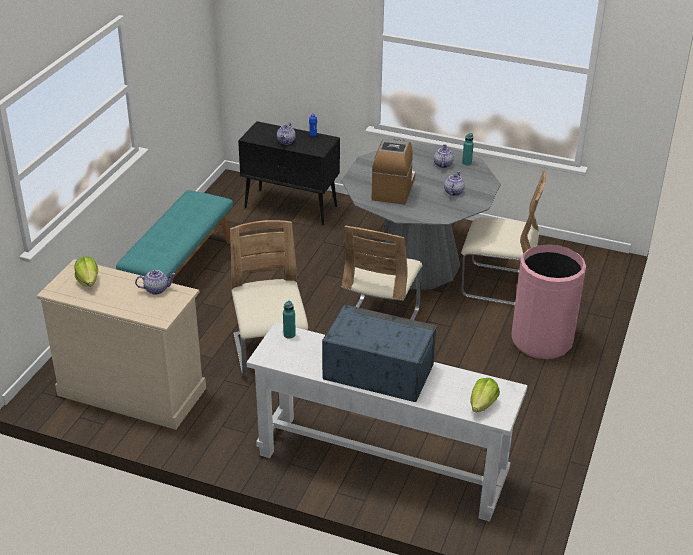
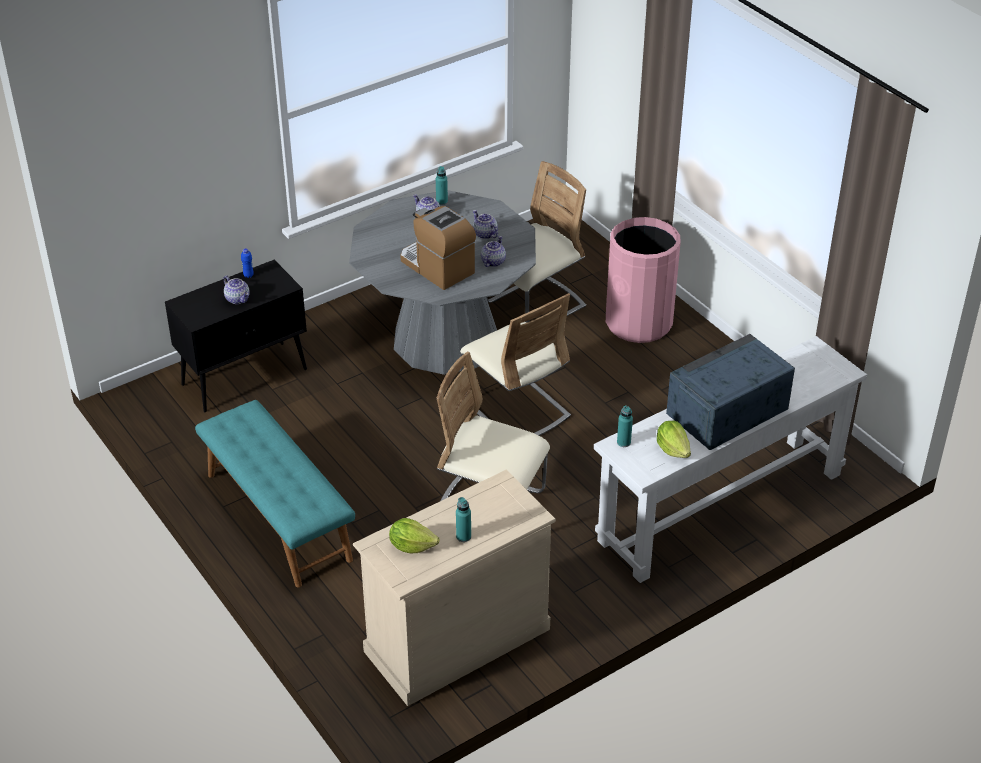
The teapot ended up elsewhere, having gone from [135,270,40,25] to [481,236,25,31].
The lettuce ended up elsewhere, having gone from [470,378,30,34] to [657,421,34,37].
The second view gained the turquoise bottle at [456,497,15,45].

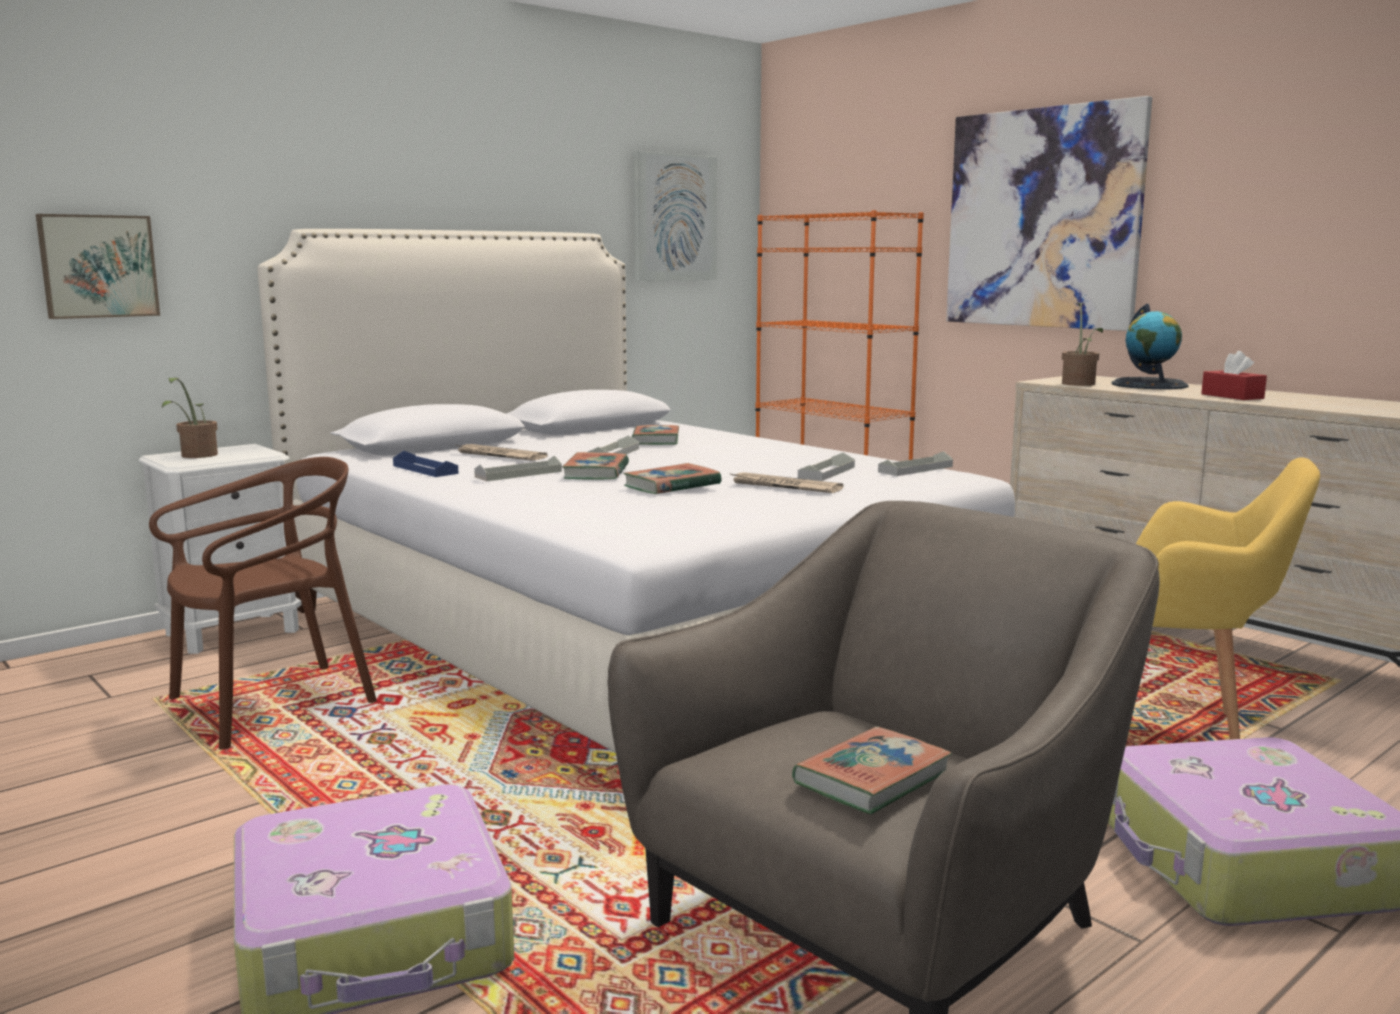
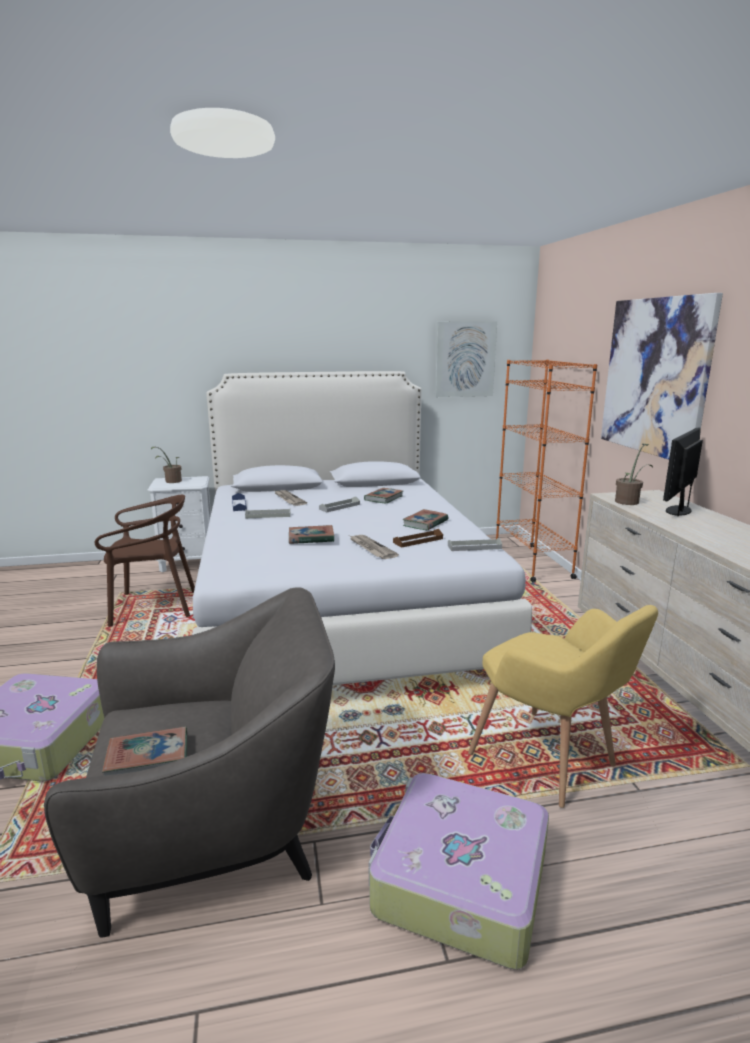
The second view lost the picture at [36,214,124,105].
The book ended up elsewhere, having gone from [562,452,67,28] to [403,509,46,21].
What was the grey tray at [798,453,57,28] turned into the brown tray at [393,529,50,19].
Where the globe stood at [1112,304,77,85], the monitor came to stand at [663,427,40,89].
The second view lost the red tissue box at [1201,351,66,49].

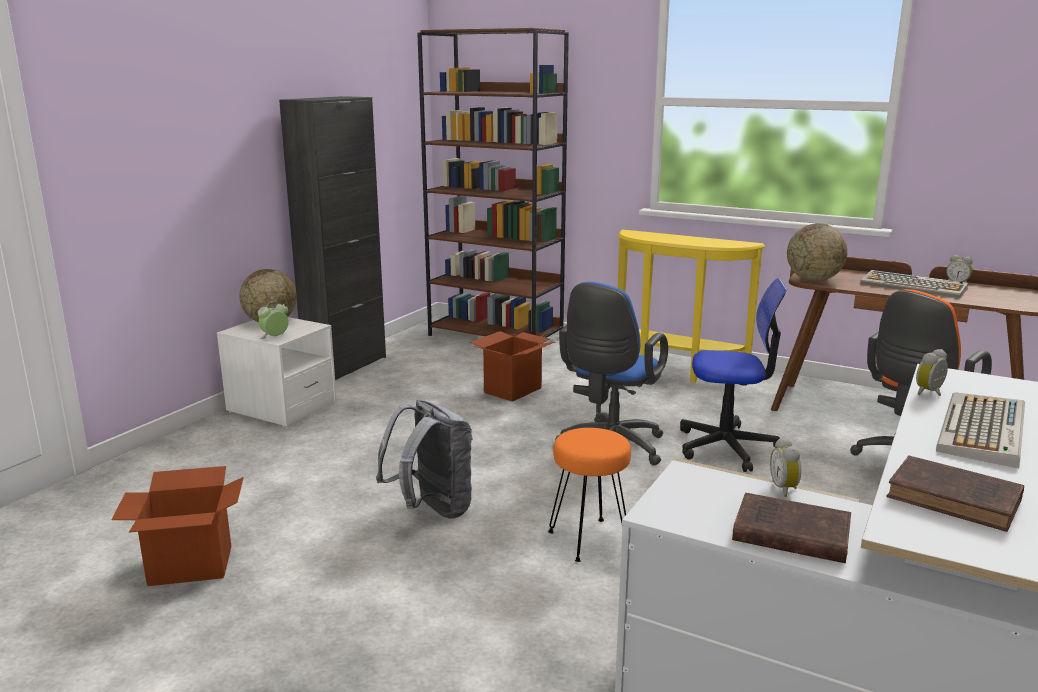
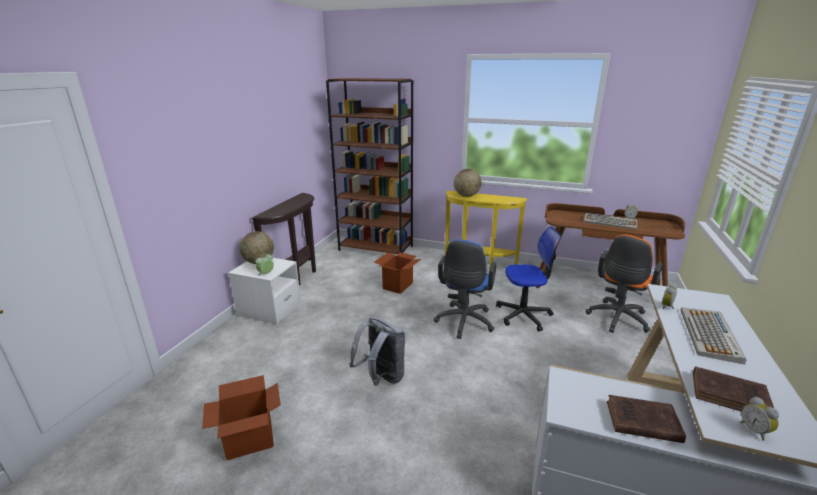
Where the black cabinet stood at [279,96,107,284], the brown console table came to stand at [252,193,64,92].
The second view lost the orange stool at [548,428,83,134].
The alarm clock ended up elsewhere, having gone from [770,437,31,60] to [741,396,38,45].
The globe ended up elsewhere, having gone from [787,223,61,58] to [454,169,28,28].

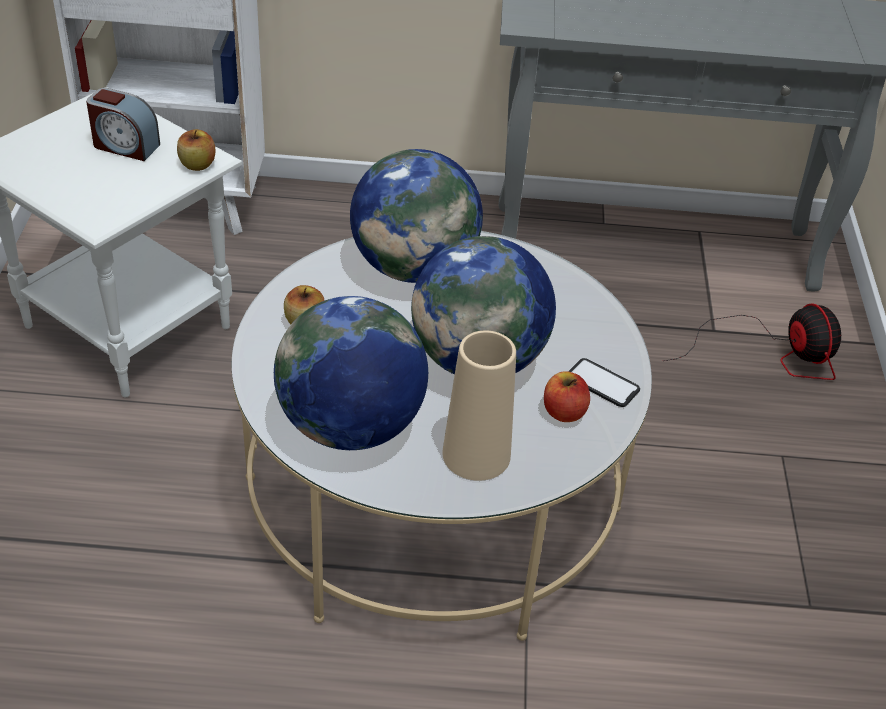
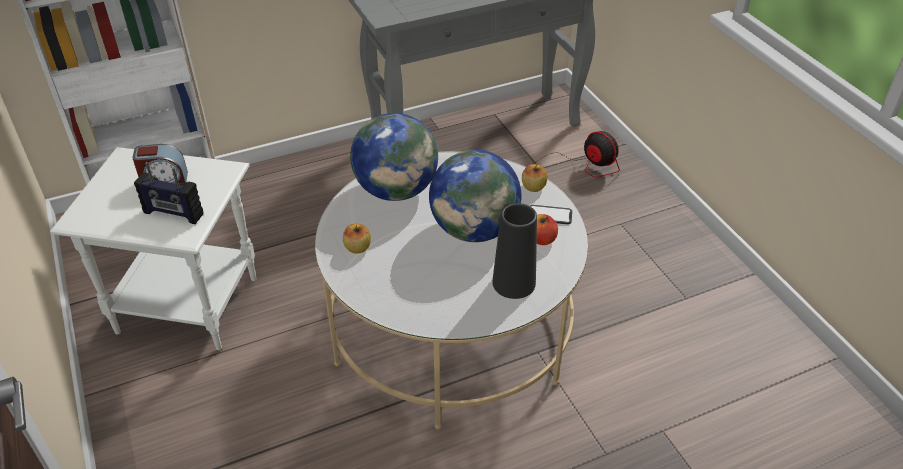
The apple ended up elsewhere, having gone from [177,129,38,42] to [522,164,25,28].
The second view lost the globe at [274,296,154,154].
What was the beige vase at [442,330,74,151] turned into the black vase at [492,203,45,96].
The second view gained the radio at [134,162,70,62].

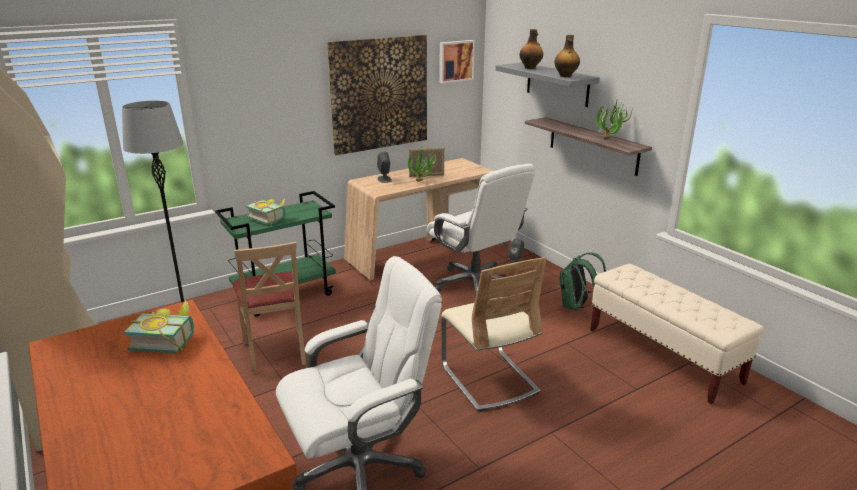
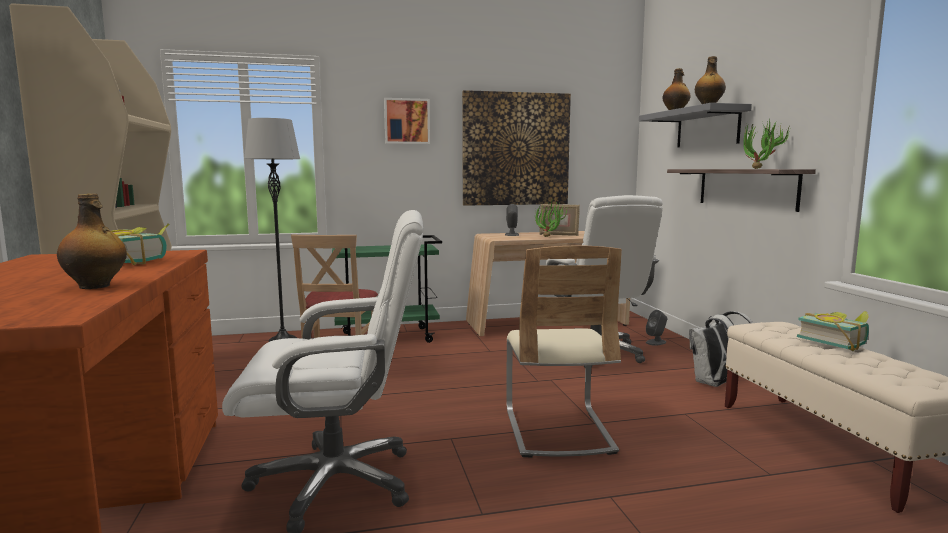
The book ended up elsewhere, having gone from [246,199,40,26] to [797,311,72,40].
The picture ended up elsewhere, having gone from [439,40,36,43] to [384,98,46,46].
What was the green backpack at [560,253,46,58] turned into the white backpack at [689,311,64,76].
The second view gained the bottle at [57,194,70,95].

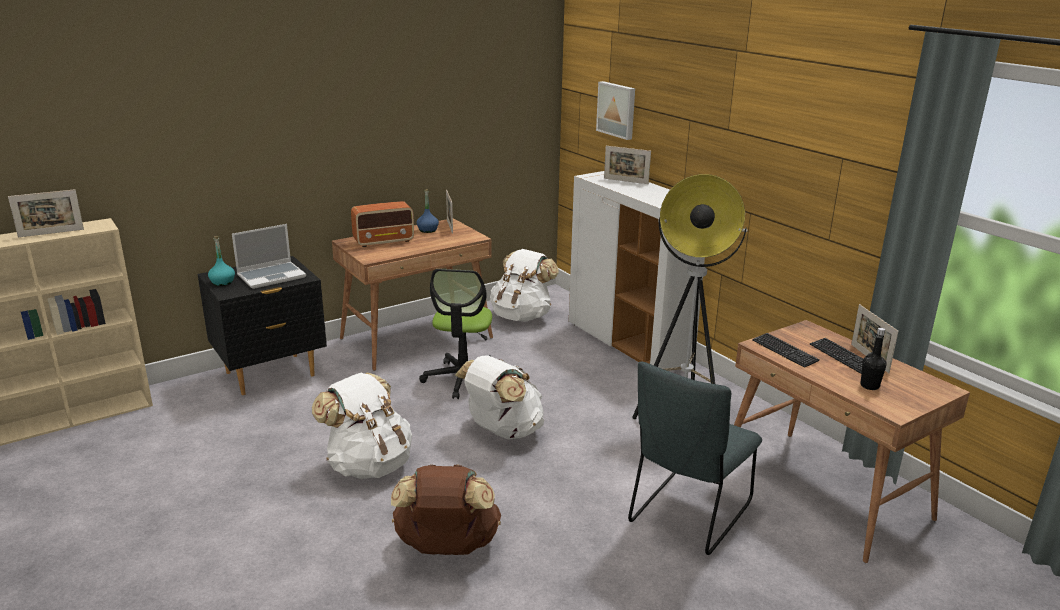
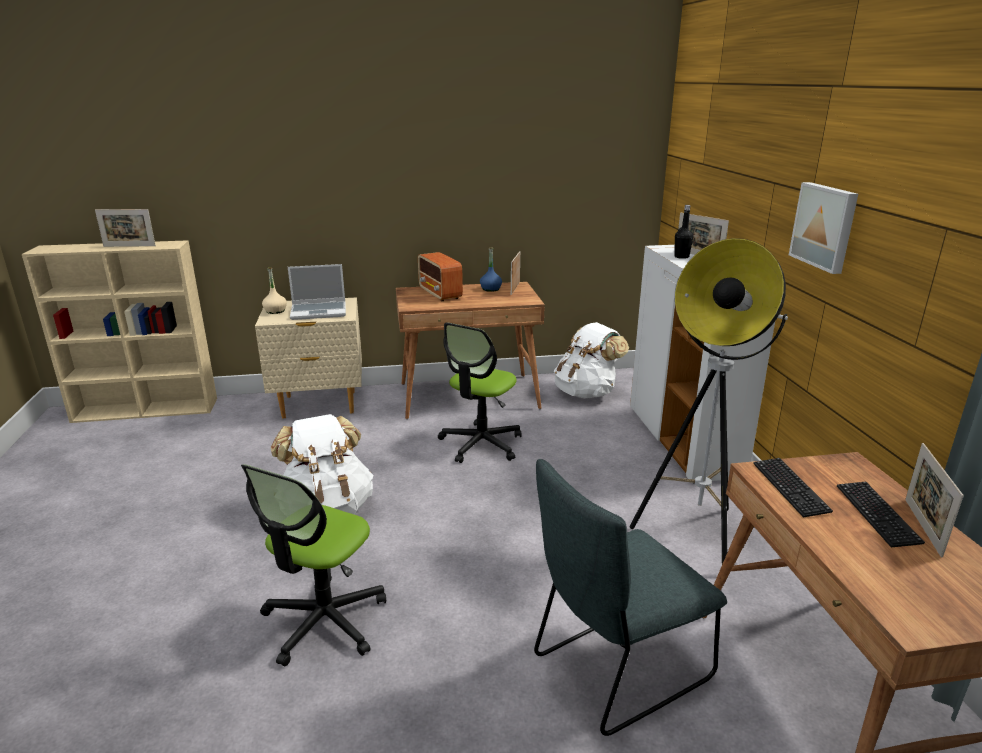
What was the black nightstand at [198,256,129,139] turned into the beige nightstand at [255,297,107,122].
What was the turquoise bottle at [208,236,27,50] turned into the beige bottle at [262,267,25,47].
The radio at [351,201,63,46] ended up facing another way, 60 degrees clockwise from before.
Where the brown backpack stood at [391,464,110,91], the office chair came to stand at [241,464,145,203].
The second view lost the white backpack at [455,355,89,84].
The picture ended up elsewhere, having gone from [596,81,39,59] to [789,182,69,92].
The black bottle ended up elsewhere, having gone from [860,328,27,62] to [674,205,19,54].

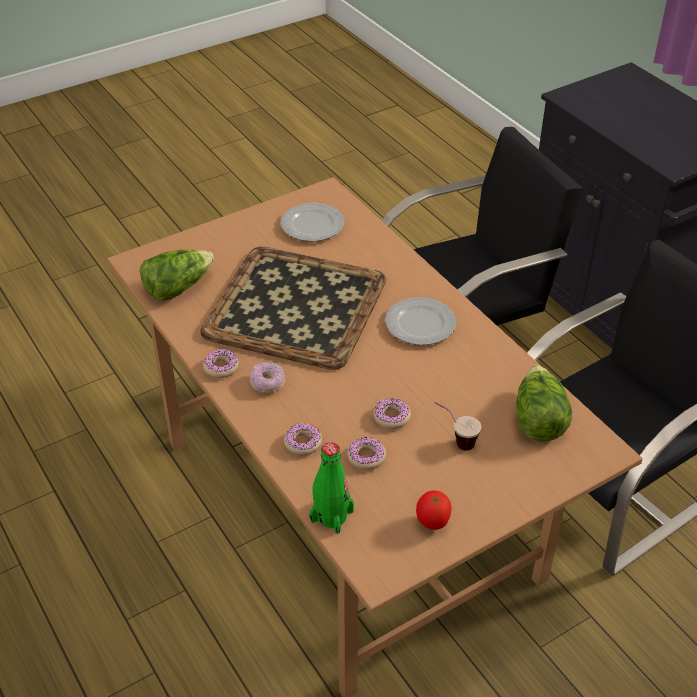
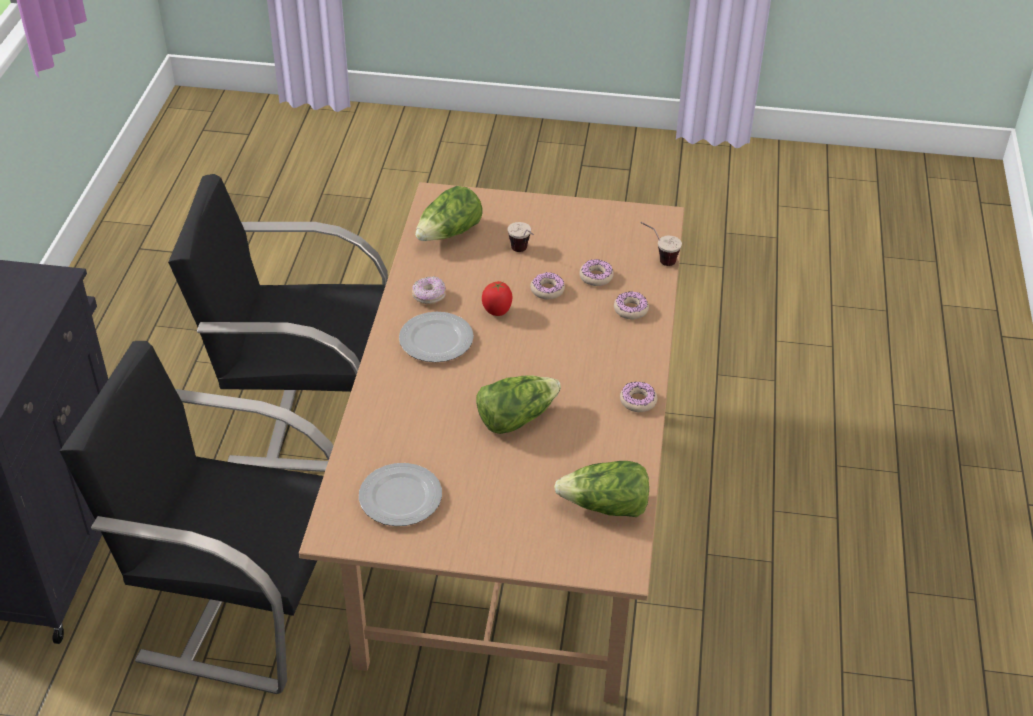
Where the tray stood at [200,247,186,123], the lettuce came to stand at [476,375,85,59].
The donut ended up elsewhere, having gone from [250,362,35,31] to [412,276,34,28].
Where the green bottle stood at [309,442,45,92], the cup came to stand at [641,222,41,44].
The tomato ended up elsewhere, having gone from [416,491,35,39] to [482,281,31,35].

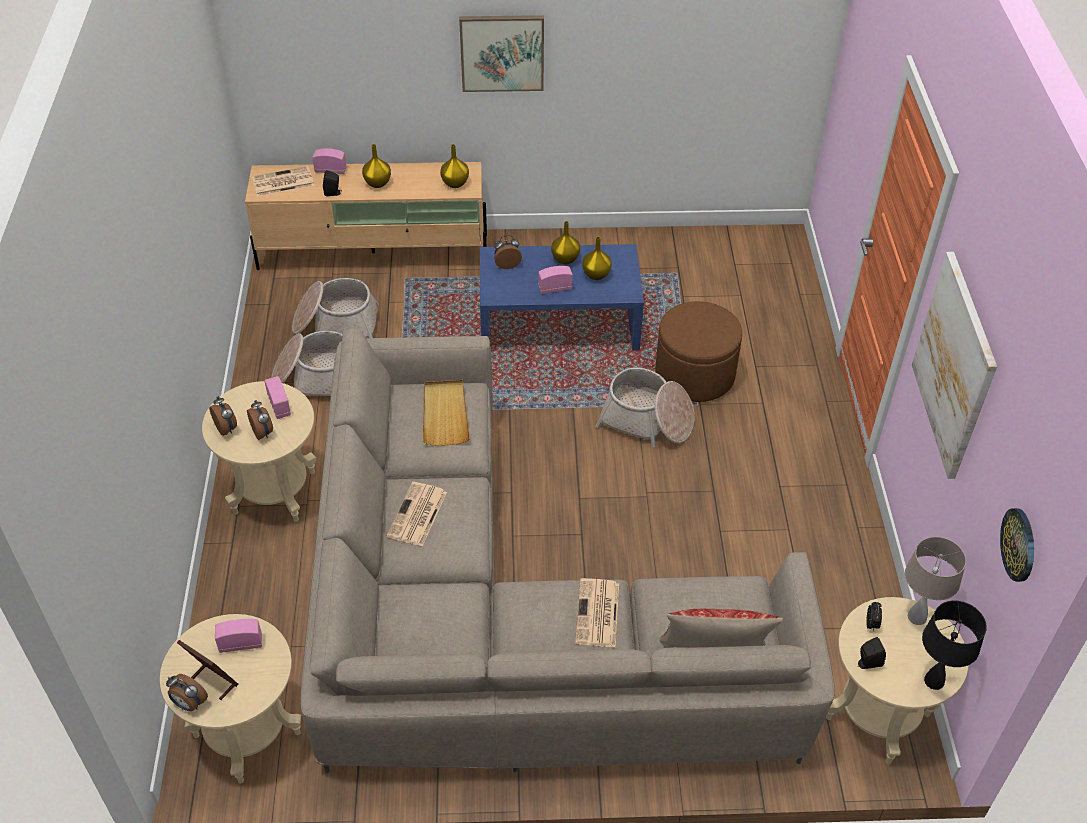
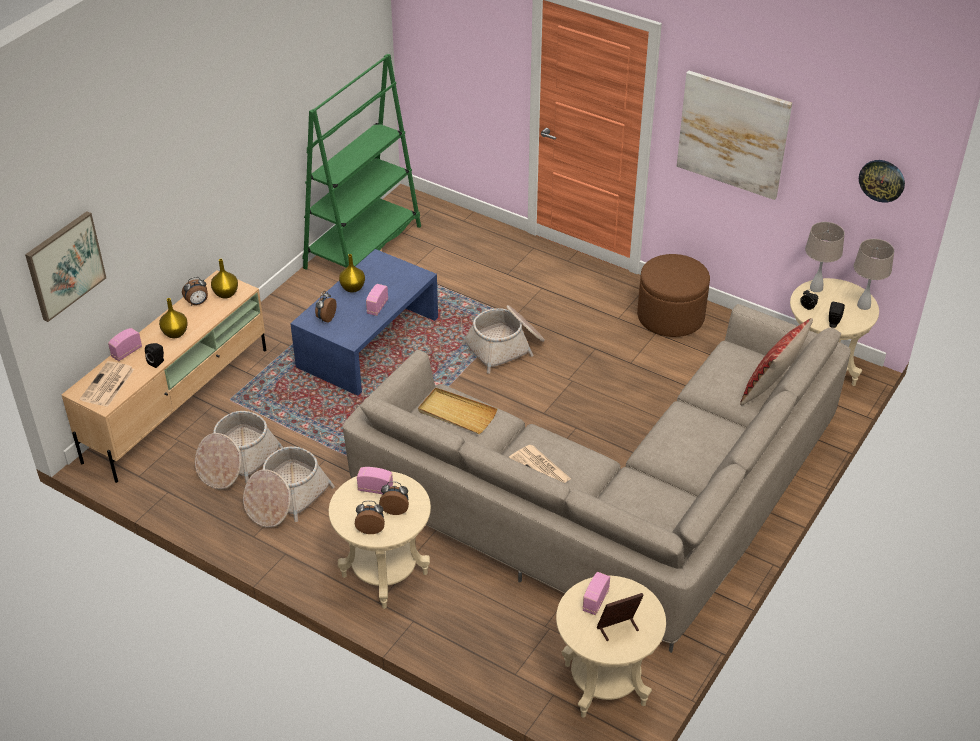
The alarm clock ended up elsewhere, having gone from [166,674,42,37] to [182,277,26,29].
The picture ended up elsewhere, having gone from [459,15,85,77] to [25,211,81,111].
The second view lost the newspaper at [575,578,44,69].
The second view lost the yellow vase at [582,237,30,43].
The brown ottoman ended up elsewhere, having gone from [655,301,87,101] to [637,254,73,83].
What was the black table lamp at [922,600,65,90] turned into the beige table lamp at [854,239,40,71].
The second view gained the green bookcase at [303,54,118,216].

